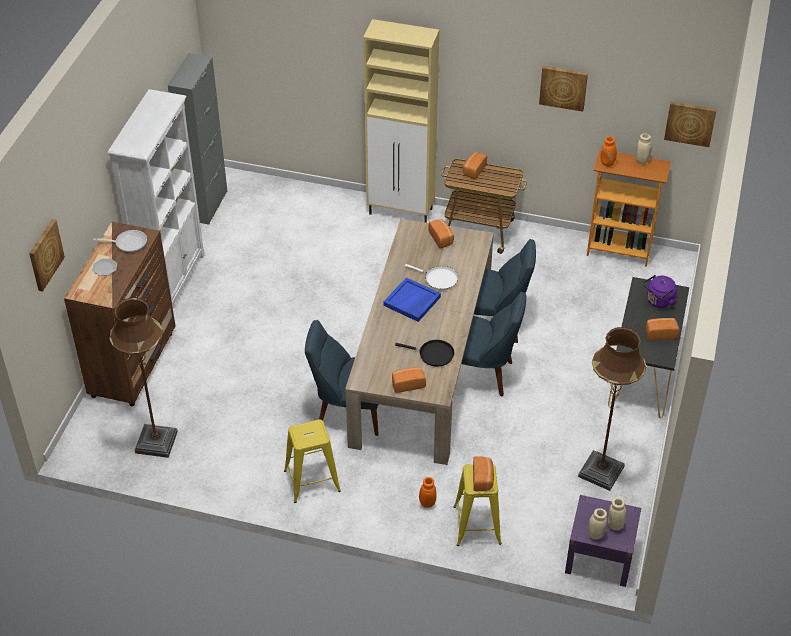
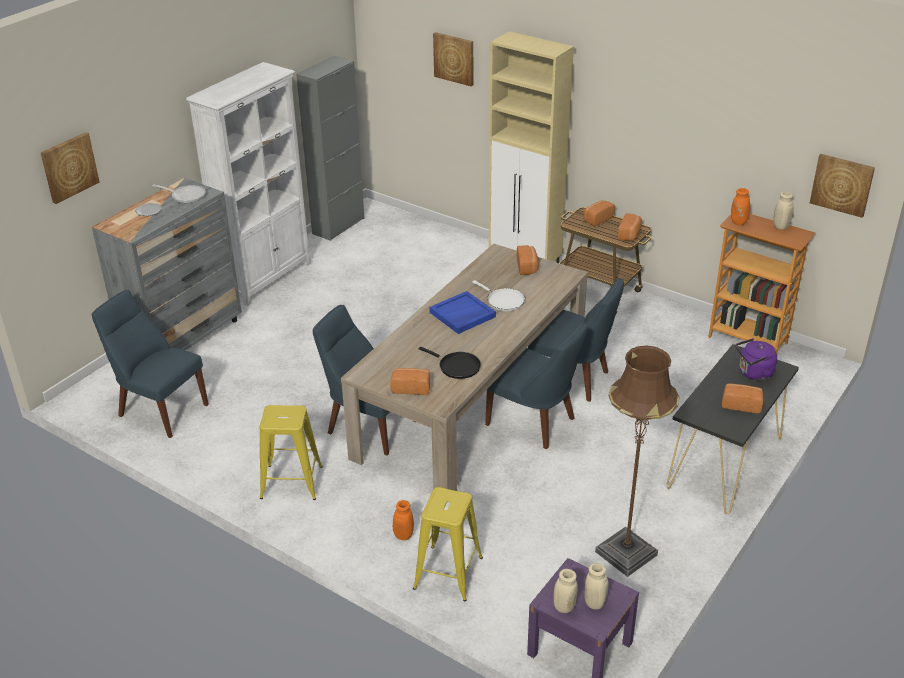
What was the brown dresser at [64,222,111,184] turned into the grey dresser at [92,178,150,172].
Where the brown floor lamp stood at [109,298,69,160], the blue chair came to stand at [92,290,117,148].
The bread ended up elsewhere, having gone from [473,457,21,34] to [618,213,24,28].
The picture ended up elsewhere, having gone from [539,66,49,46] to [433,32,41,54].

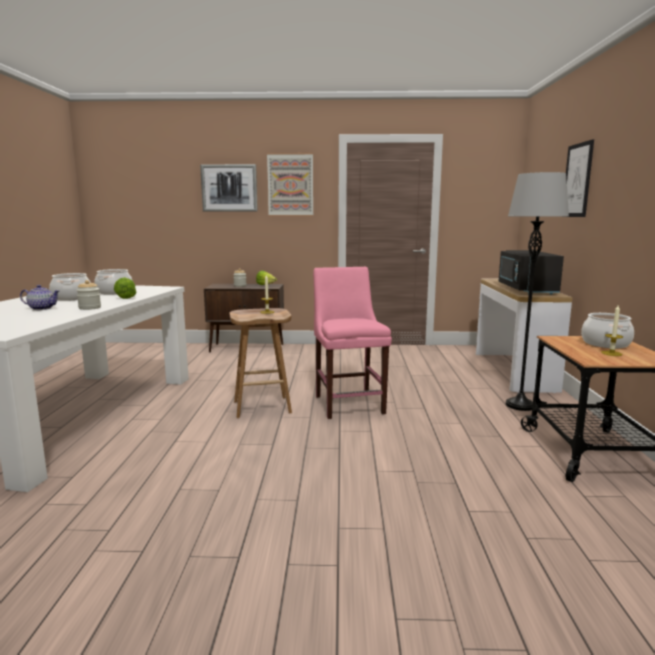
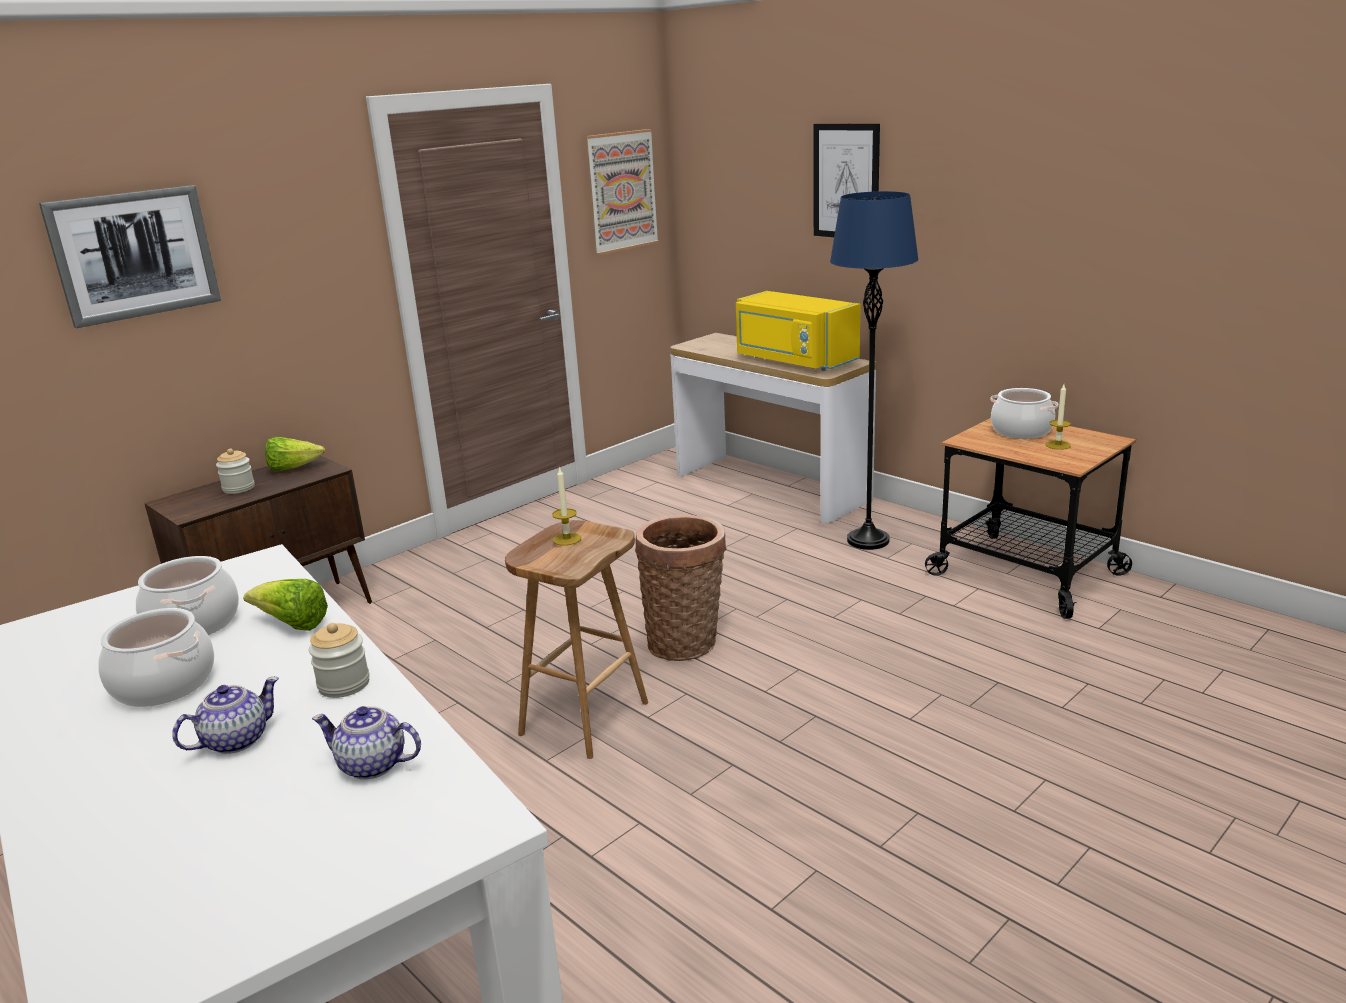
The picture ended up elsewhere, having gone from [267,153,46,63] to [586,129,73,126].
Where the pink chair stood at [313,267,79,152], the basket came to stand at [635,515,92,146].
What was the black microwave at [498,250,66,45] turned into the yellow microwave at [736,291,125,80].
What was the grey floor lamp at [506,172,63,239] turned into the blue floor lamp at [830,191,89,359].
The second view gained the teapot at [312,706,109,73].

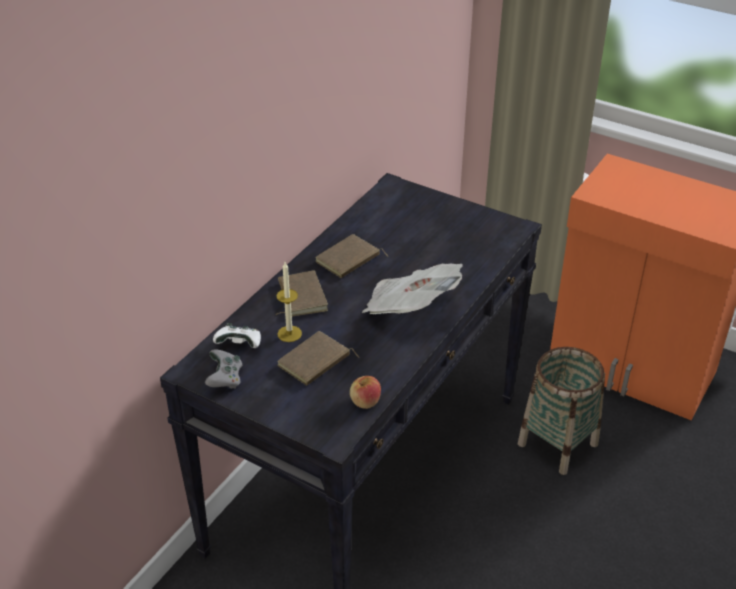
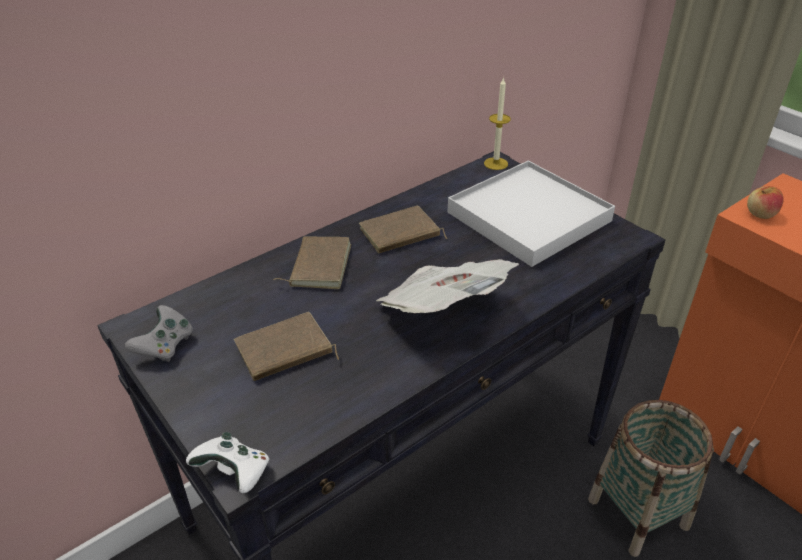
The white game controller ended up elsewhere, having gone from [213,323,48,25] to [186,432,83,61].
The candle ended up elsewhere, having gone from [276,262,26,80] to [484,77,27,93].
The apple ended up elsewhere, having gone from [350,376,31,33] to [747,186,37,33].
The second view gained the white tray at [448,161,167,106].

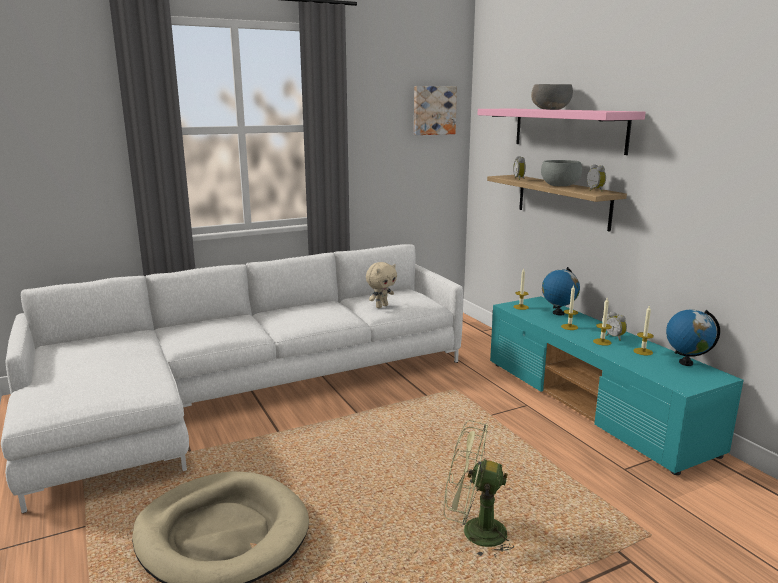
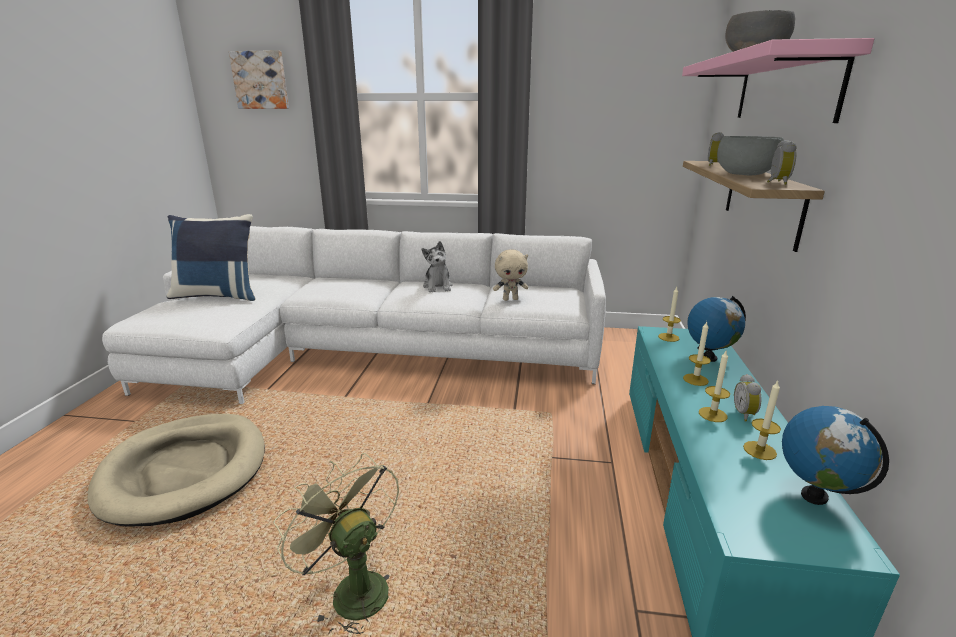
The picture ended up elsewhere, having gone from [414,86,43,49] to [229,50,60,59].
The second view gained the blue pillow at [167,214,89,87].
The second view gained the plush toy at [422,241,31,51].

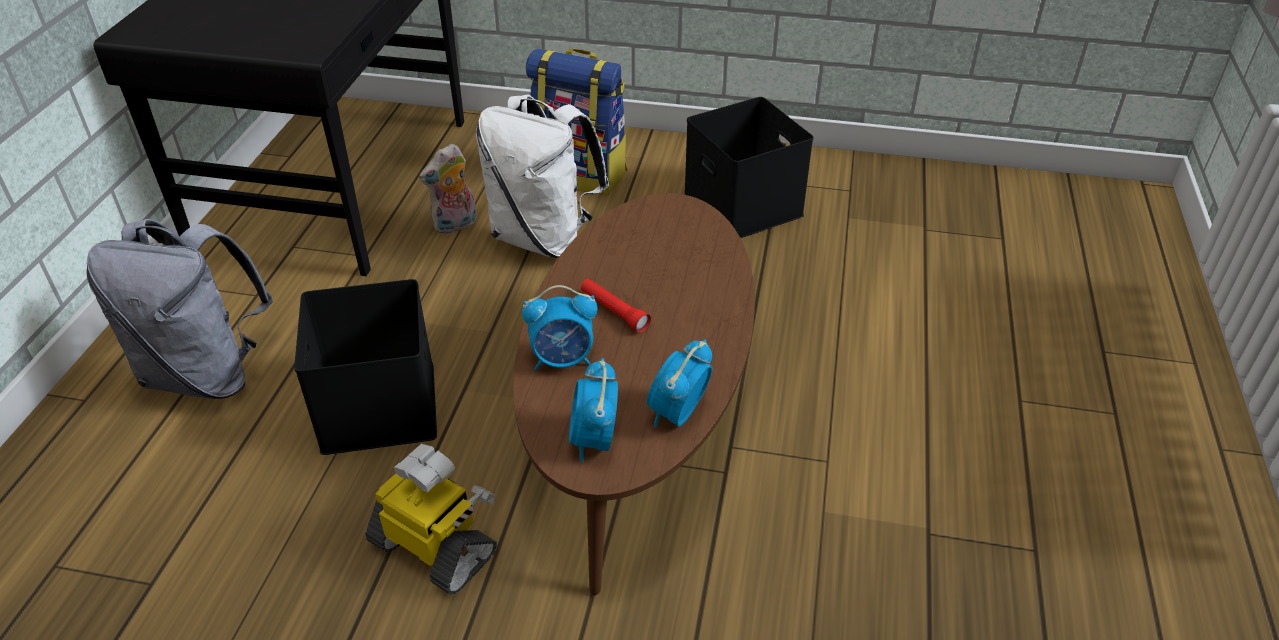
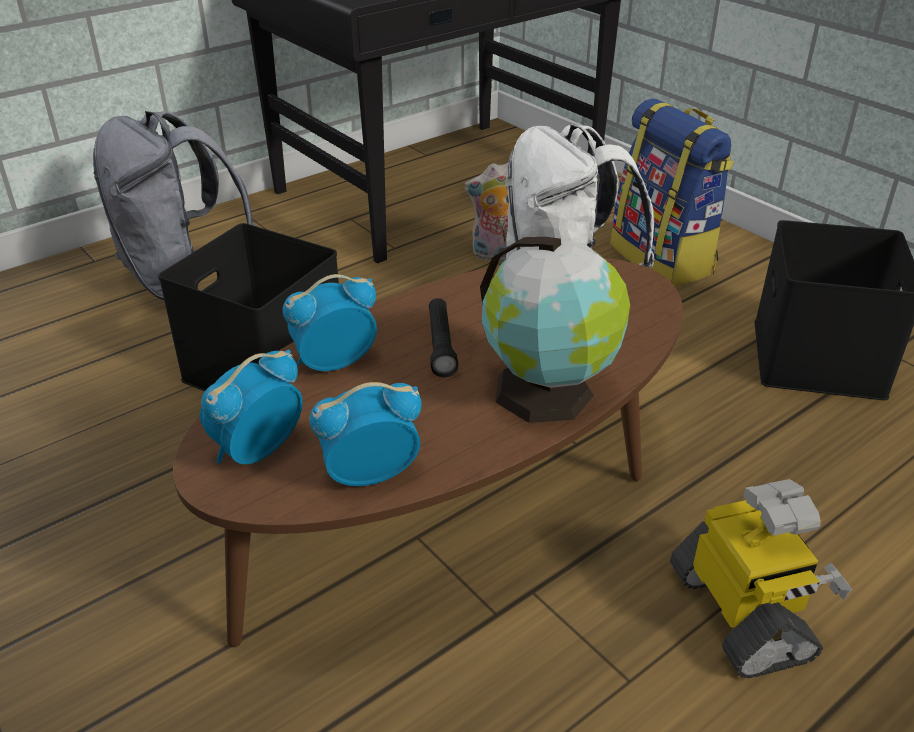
The toy robot ended up elsewhere, having gone from [365,444,132,151] to [670,479,182,199].
The alarm clock at [522,285,75,85] ended up facing another way, 120 degrees clockwise from before.
What was the red flashlight at [581,279,70,54] turned into the black flashlight at [429,298,29,79].
The second view gained the globe at [480,237,150,186].

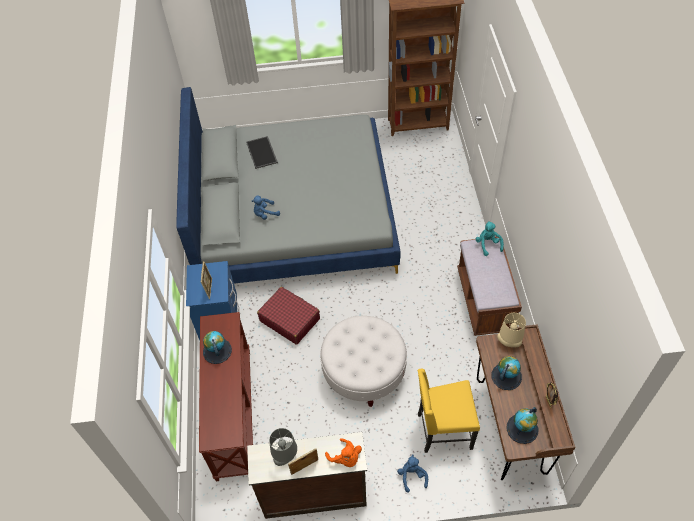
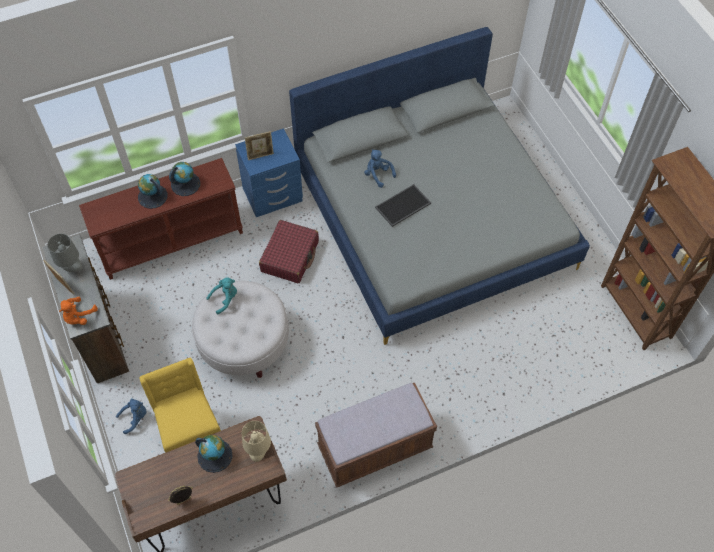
The tray ended up elsewhere, having gone from [246,136,32,33] to [375,184,56,43].
The turquoise plush toy ended up elsewhere, having gone from [476,221,28,35] to [206,278,31,36].
The globe ended up elsewhere, having gone from [506,407,32,37] to [138,174,30,35].

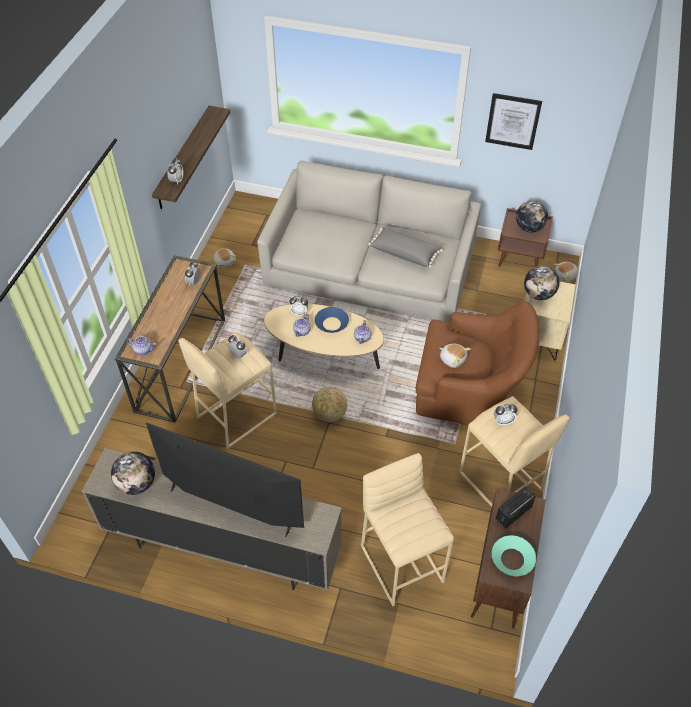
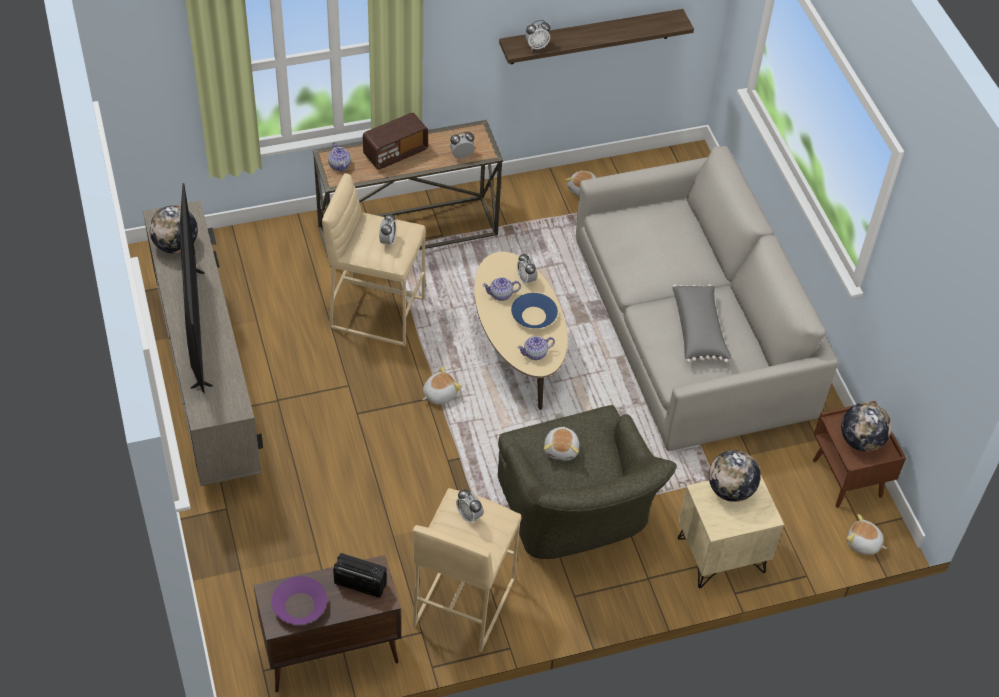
Where the globe stood at [312,387,35,35], the plush toy came to stand at [423,366,39,38].
The second view lost the beige stool at [361,453,93,153].
What was the brown armchair at [416,301,124,125] turned into the green armchair at [498,405,179,154].
The second view lost the picture at [485,93,57,57].
What was the turquoise bowl at [492,535,44,41] turned into the purple bowl at [272,576,55,49].
The second view gained the radio at [363,113,65,57].

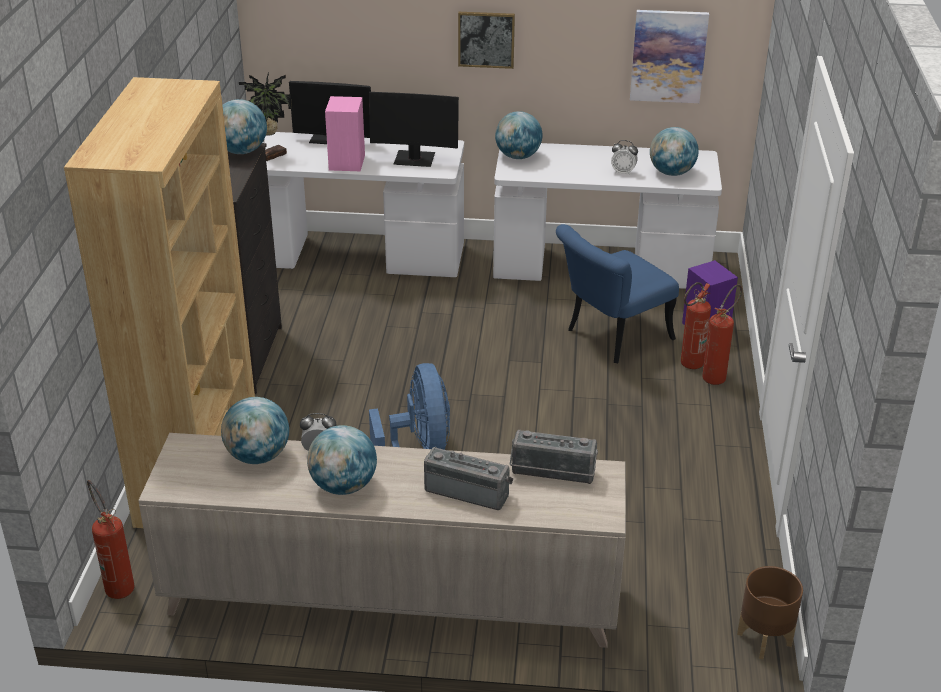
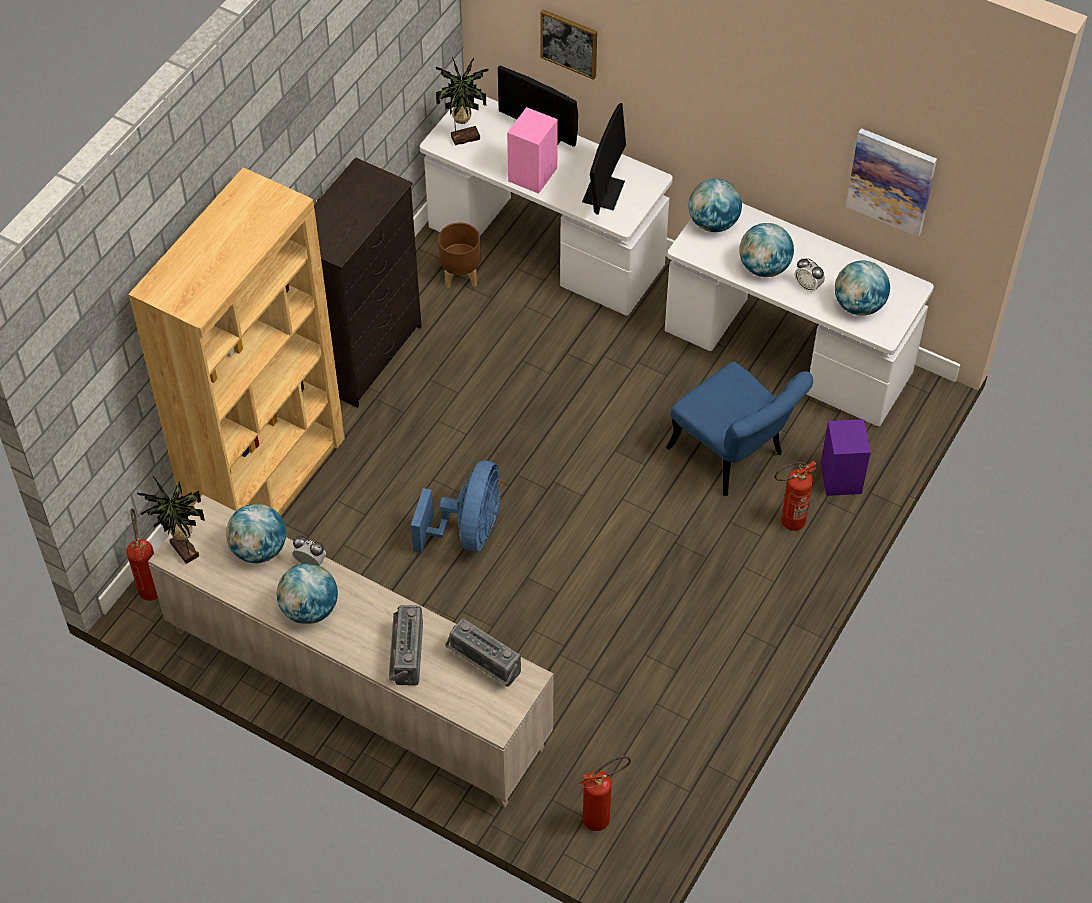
The globe ended up elsewhere, having gone from [222,99,45,55] to [739,223,55,54].
The monitor at [369,92,90,75] ended up facing another way, 105 degrees counterclockwise from before.
The radio at [424,447,89,63] ended up facing another way, 135 degrees counterclockwise from before.
The picture ended up elsewhere, having gone from [458,12,57,57] to [540,9,57,71].
The blue chair at [556,224,123,139] ended up facing another way, 120 degrees counterclockwise from before.
The fire extinguisher ended up elsewhere, having gone from [702,284,40,101] to [579,756,52,75].
The brown planter ended up elsewhere, having gone from [737,566,66,94] to [438,222,43,66].
The second view gained the potted plant at [137,476,68,88].

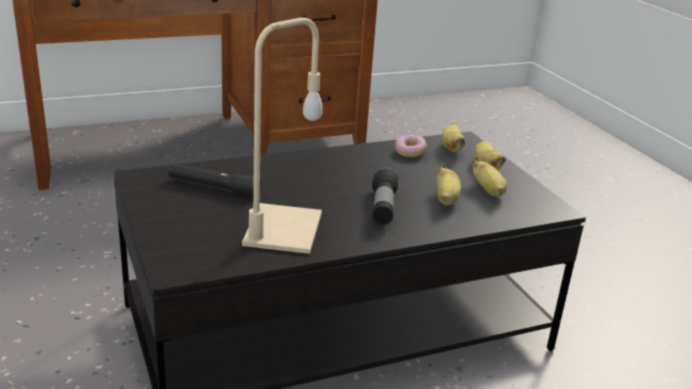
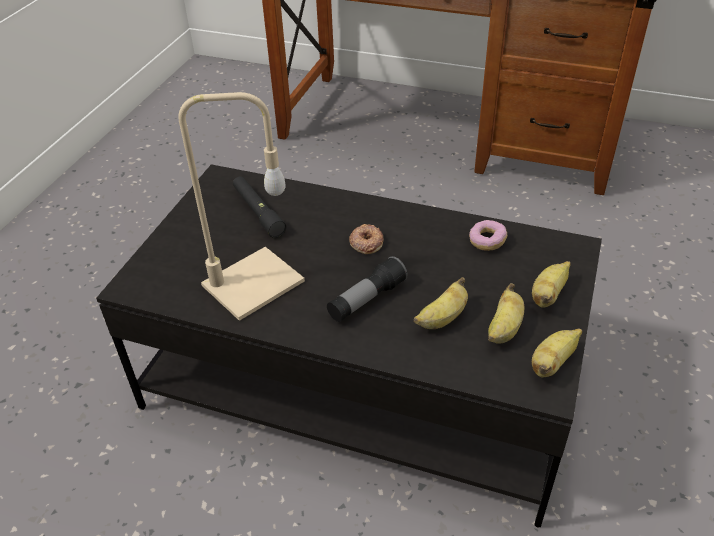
The banana ended up elsewhere, having gone from [442,123,23,29] to [532,328,50,49].
The second view gained the donut at [349,224,34,30].

